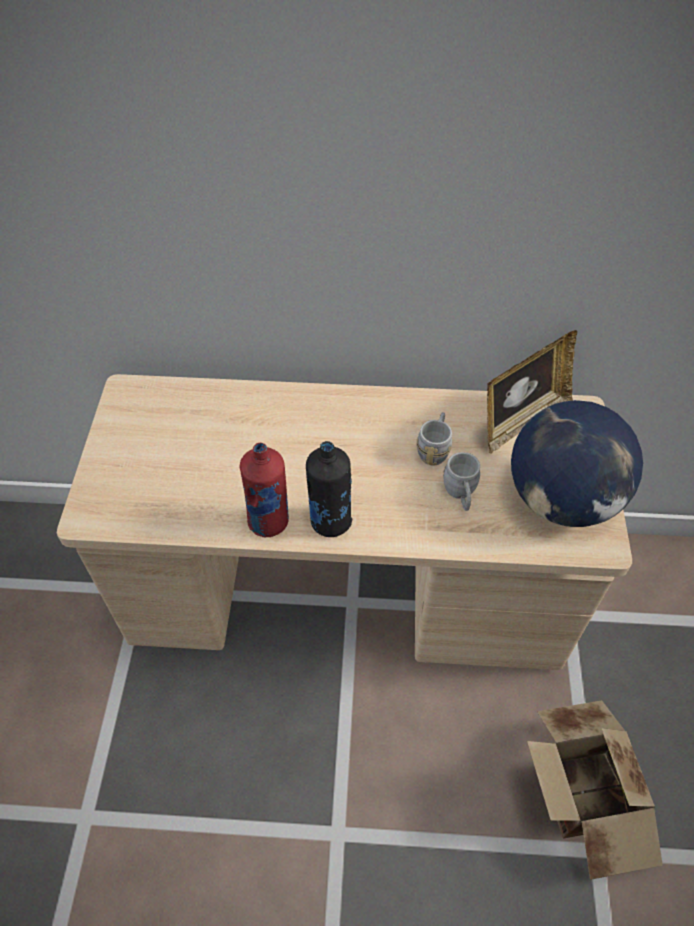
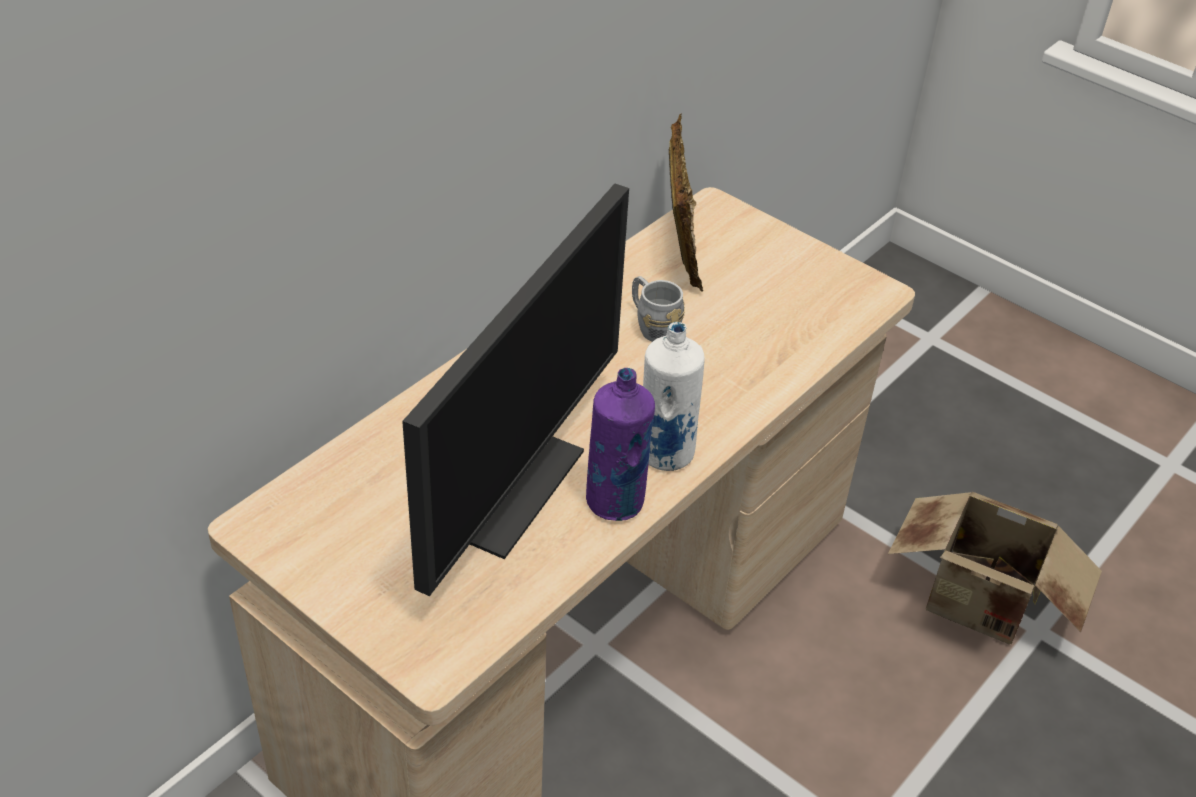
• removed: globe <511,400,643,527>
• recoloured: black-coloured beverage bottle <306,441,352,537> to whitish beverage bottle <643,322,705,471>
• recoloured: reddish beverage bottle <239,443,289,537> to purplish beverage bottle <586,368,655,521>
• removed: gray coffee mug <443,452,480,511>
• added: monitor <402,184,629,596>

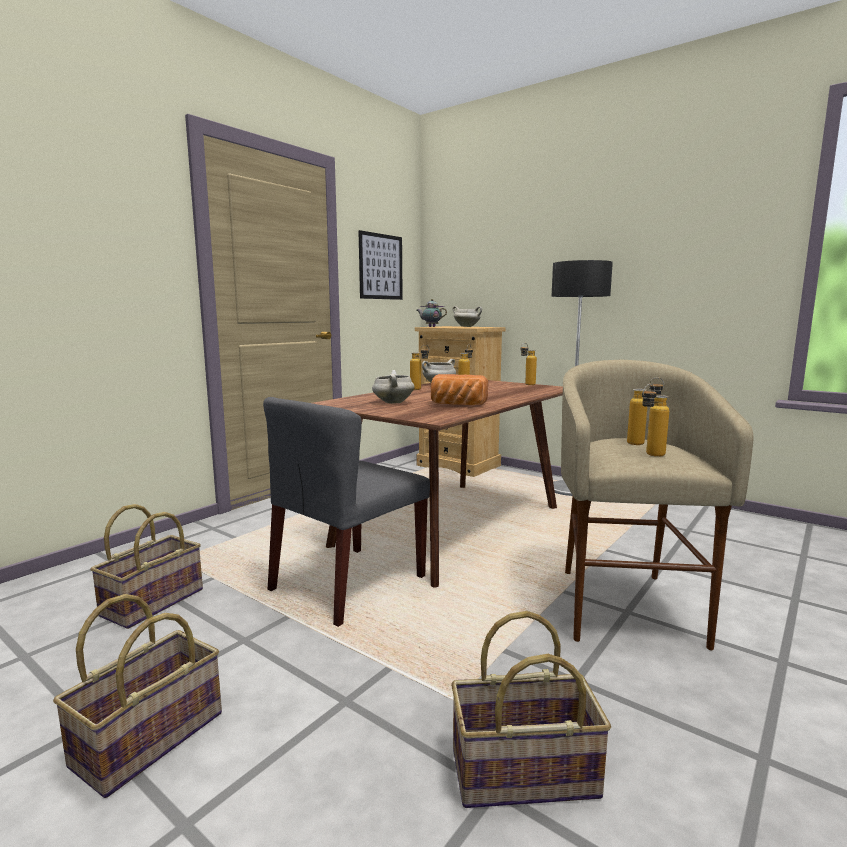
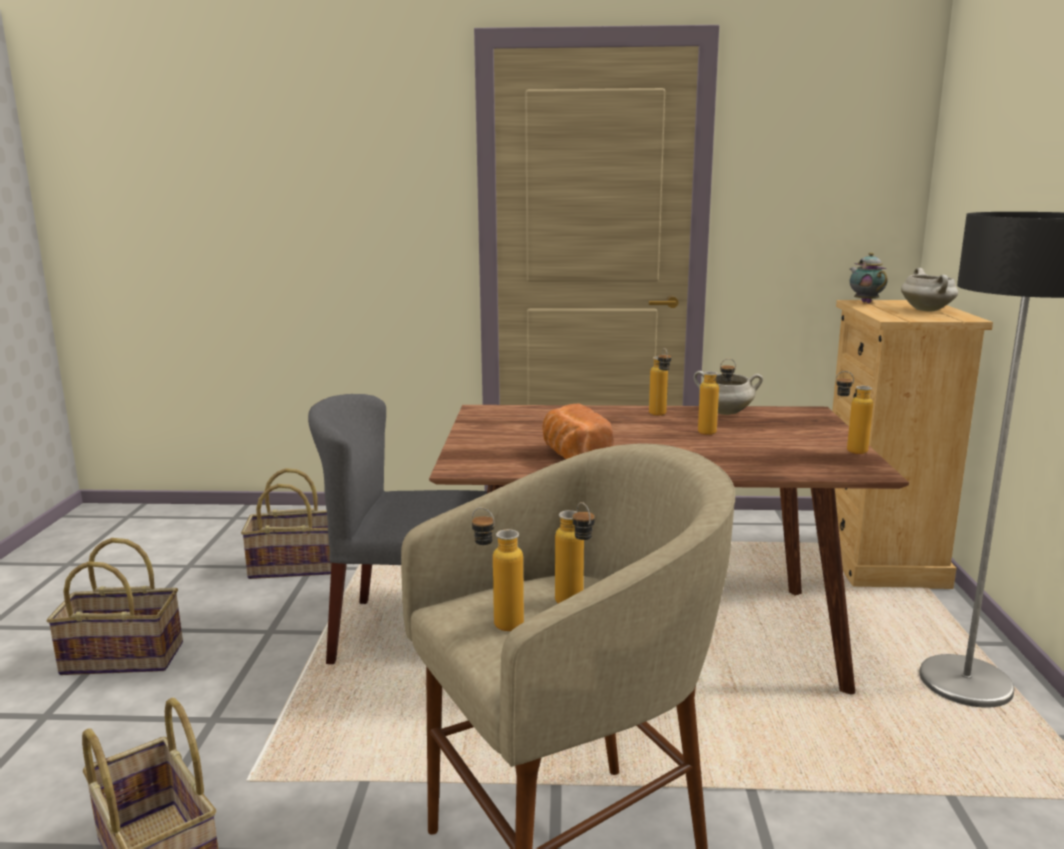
• removed: wall art <358,230,403,300>
• removed: whitish cooking pot <372,370,415,404>

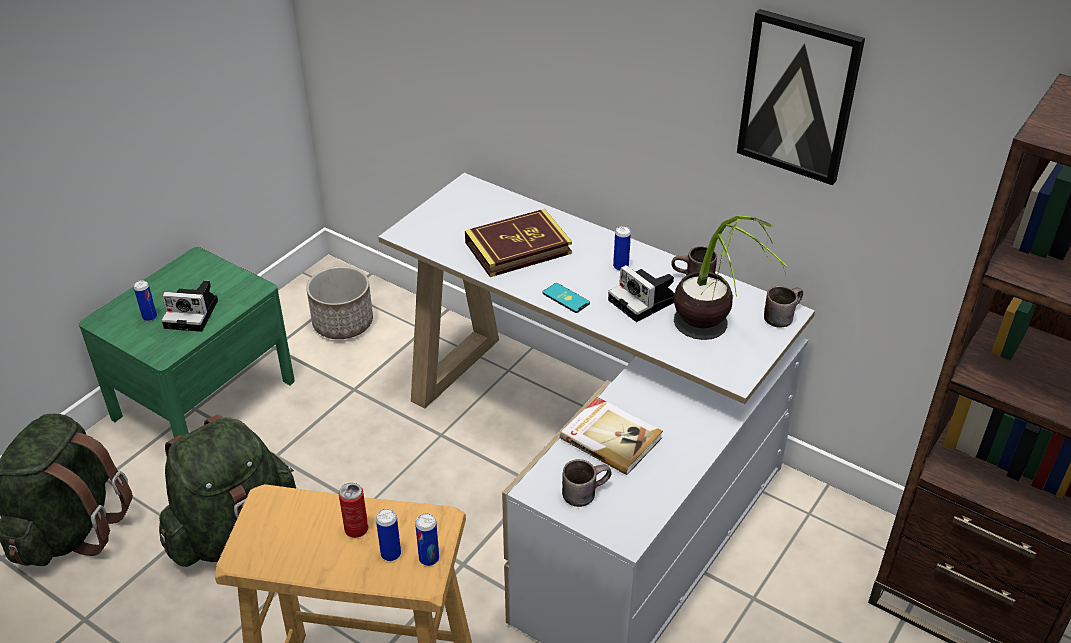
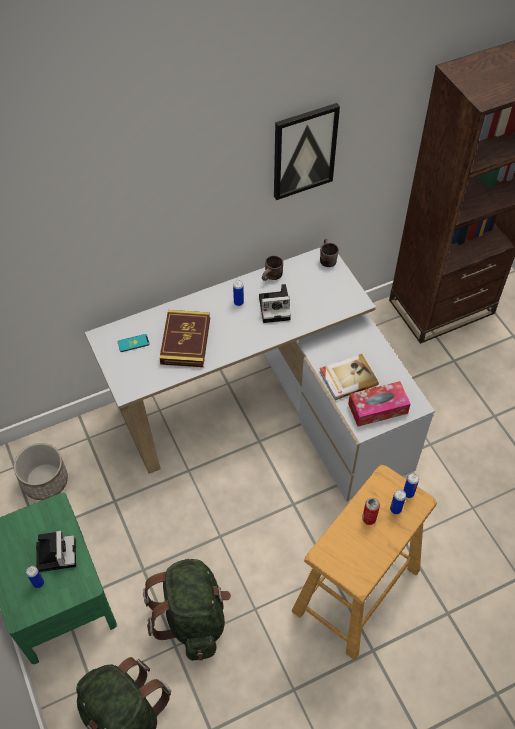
• removed: potted plant <674,215,787,340>
• turned: photo camera <161,281,218,332> = <36,530,76,572> 45 degrees counterclockwise
• moved: handset <543,283,590,313> to <118,334,150,352>
• replaced: brownish coffee mug <562,459,611,507> to box of tissues <348,381,411,427>

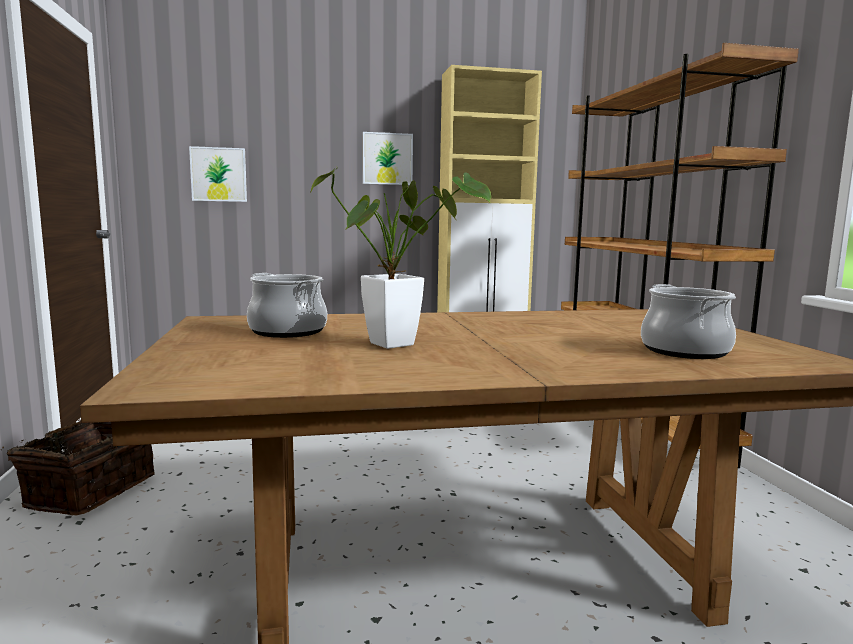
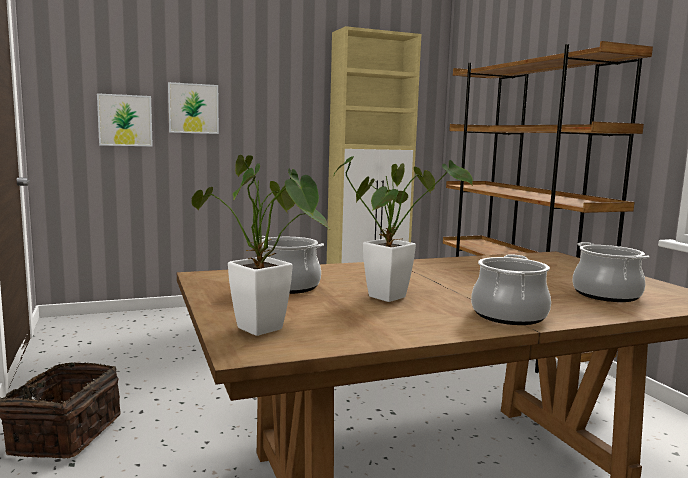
• moved: wall art <363,132,413,185> to <168,82,219,134>
• added: potted plant <192,155,329,336>
• added: cooking pot <471,254,551,325>

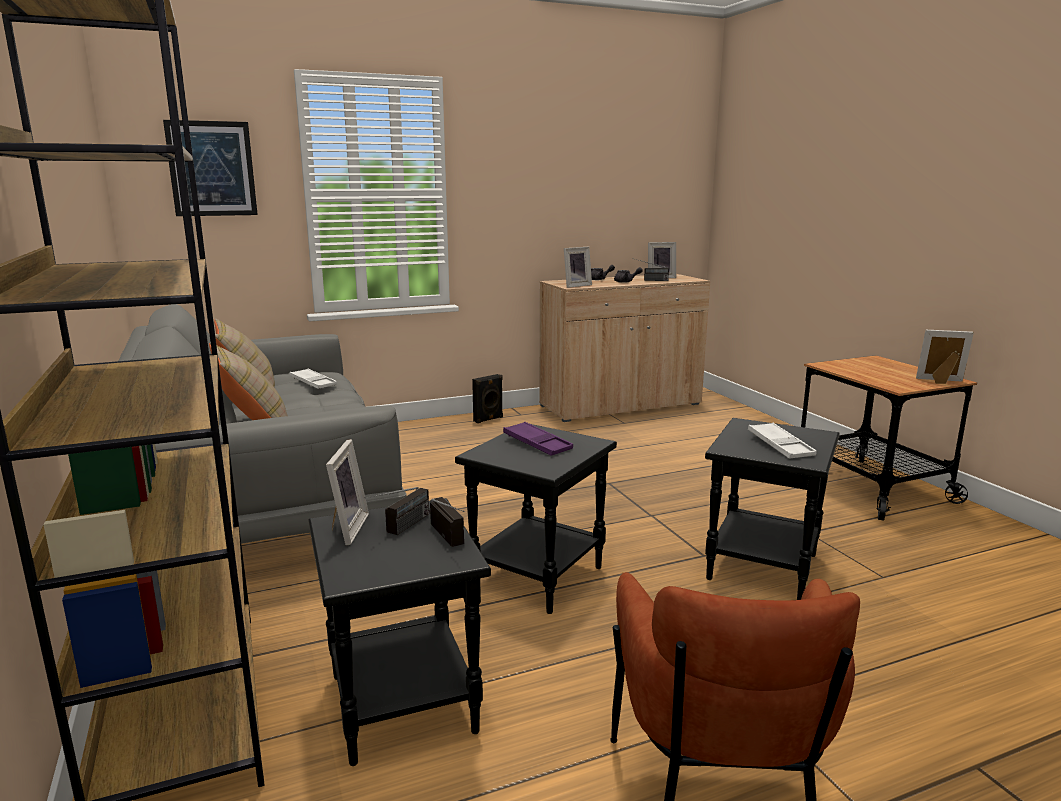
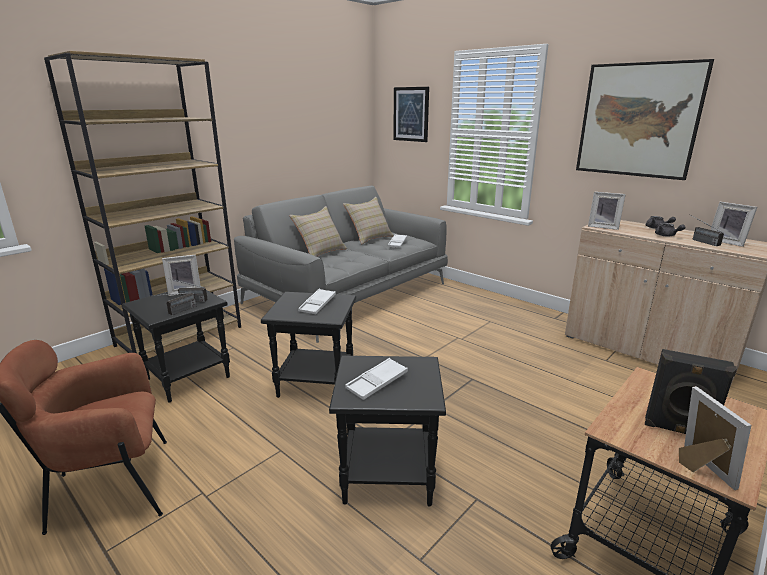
• moved: black-coloured audio speaker <472,374,503,423> to <645,349,737,434>
• recoloured: purplish tray <503,422,573,456> to whitish tray <298,289,336,314>
• added: wall art <576,59,714,180>

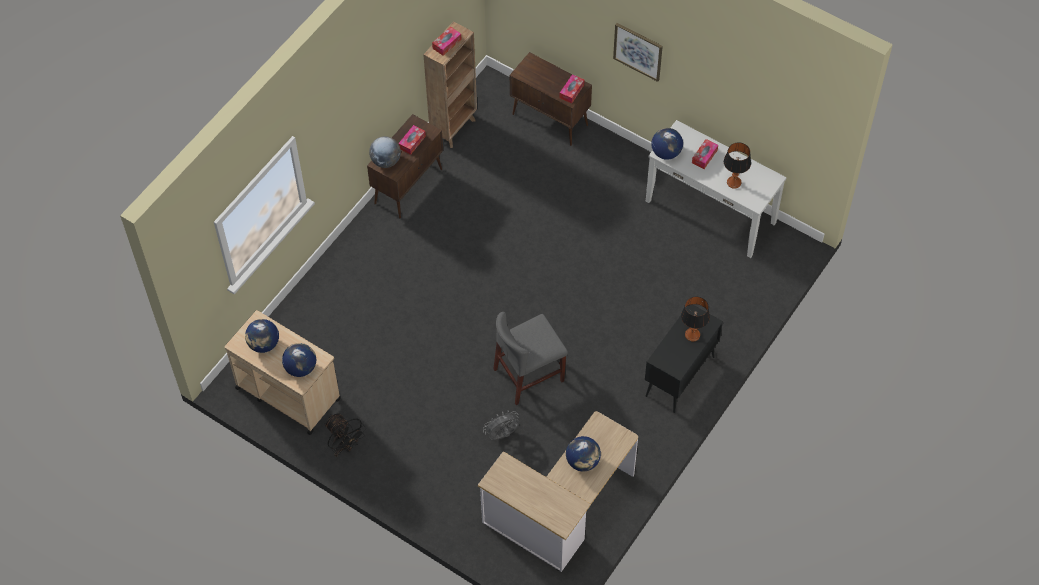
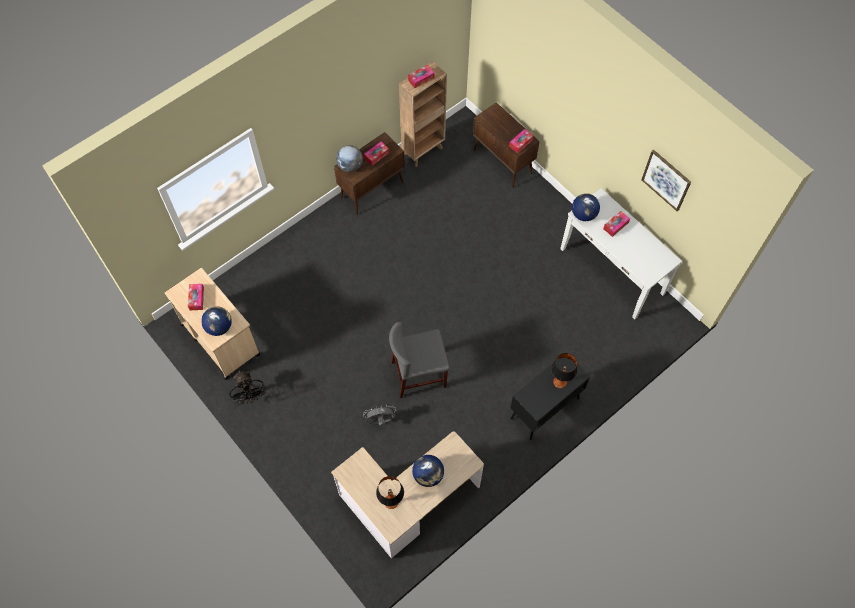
• moved: wall art <613,23,663,82> to <641,150,691,211>
• moved: table lamp <724,143,751,189> to <376,476,404,509>
• replaced: globe <245,319,279,353> to box of tissues <188,284,204,310>

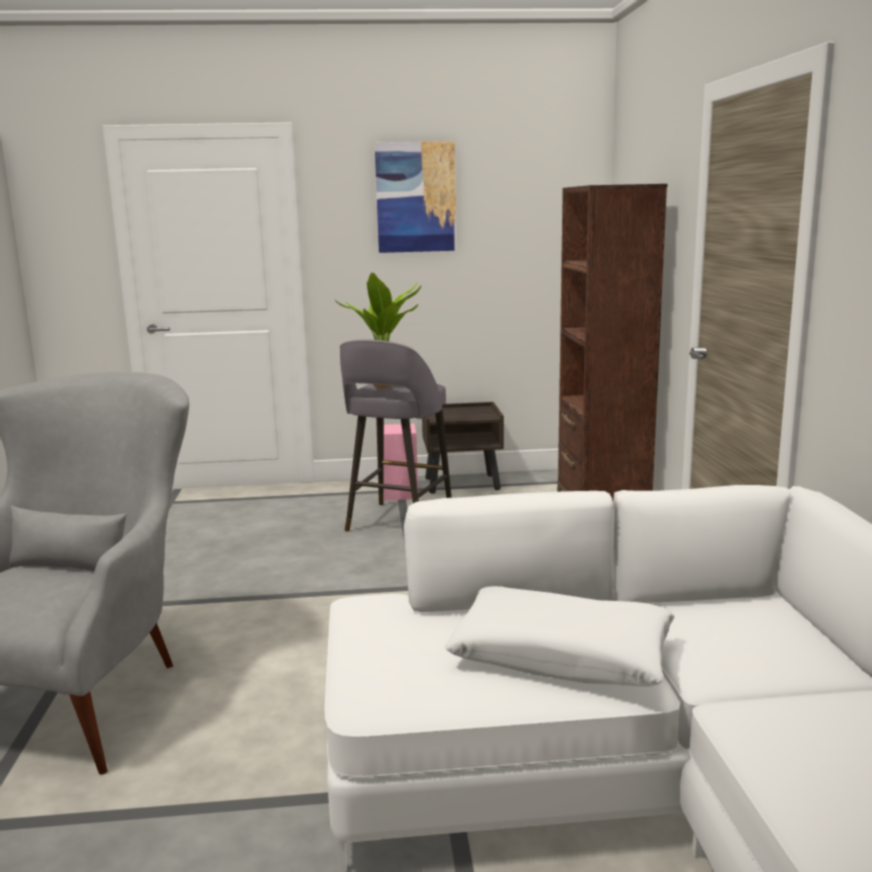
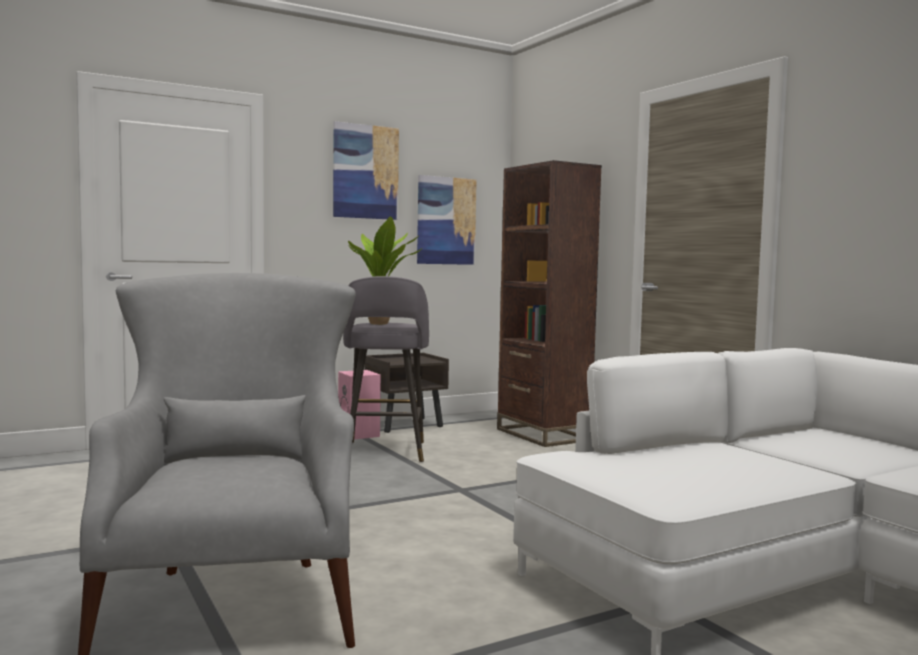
• removed: whitish throw pillow <445,586,675,687>
• added: wall art <417,175,477,265>

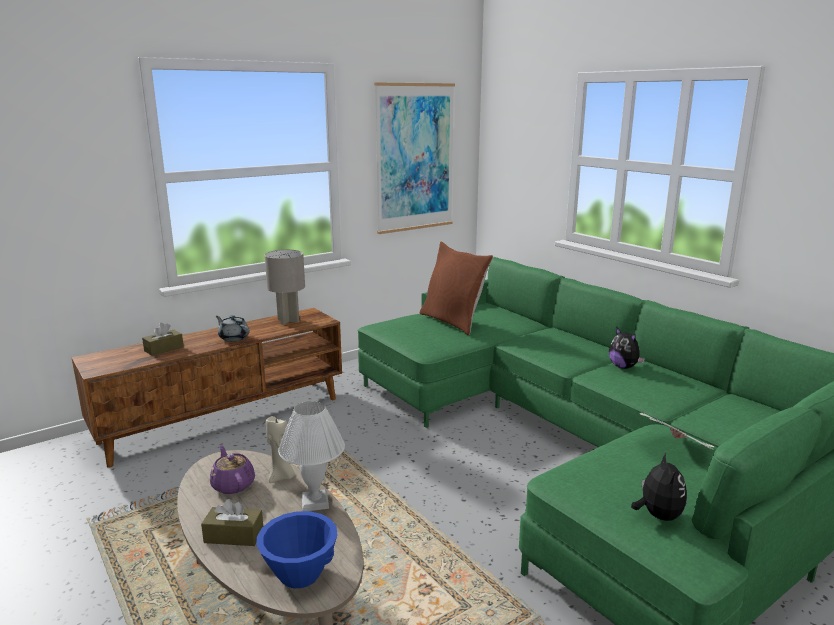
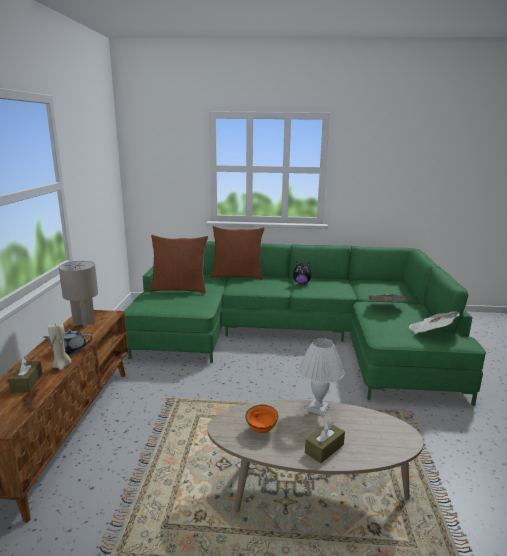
• removed: wall art <374,82,455,234>
• moved: beige-coloured candle <266,416,295,483> to <48,323,71,370>
• replaced: purplish teapot <210,445,255,494> to orangey bowl <245,404,278,433>
• replaced: cuddly toy <631,453,687,521> to printed paper <409,311,460,334>
• removed: bluish bowl <256,511,337,588>
• added: brownish throw pillow <210,226,265,280>

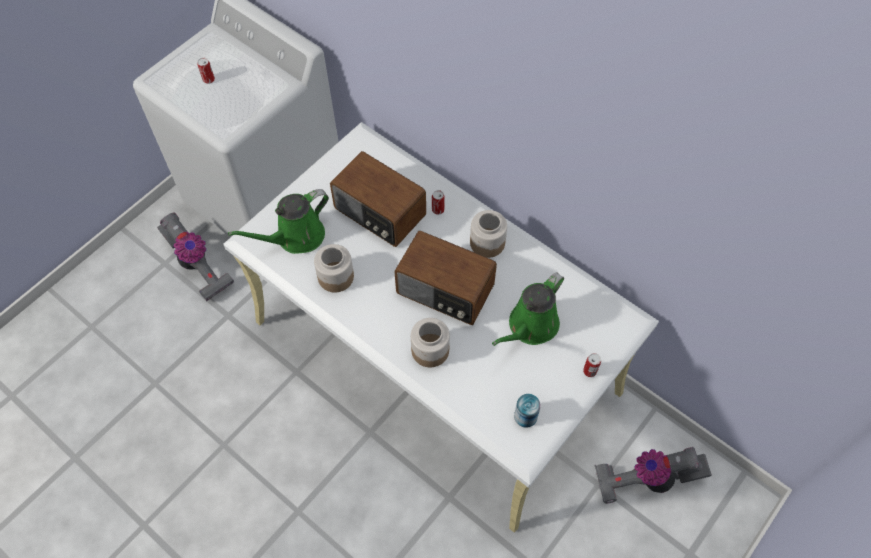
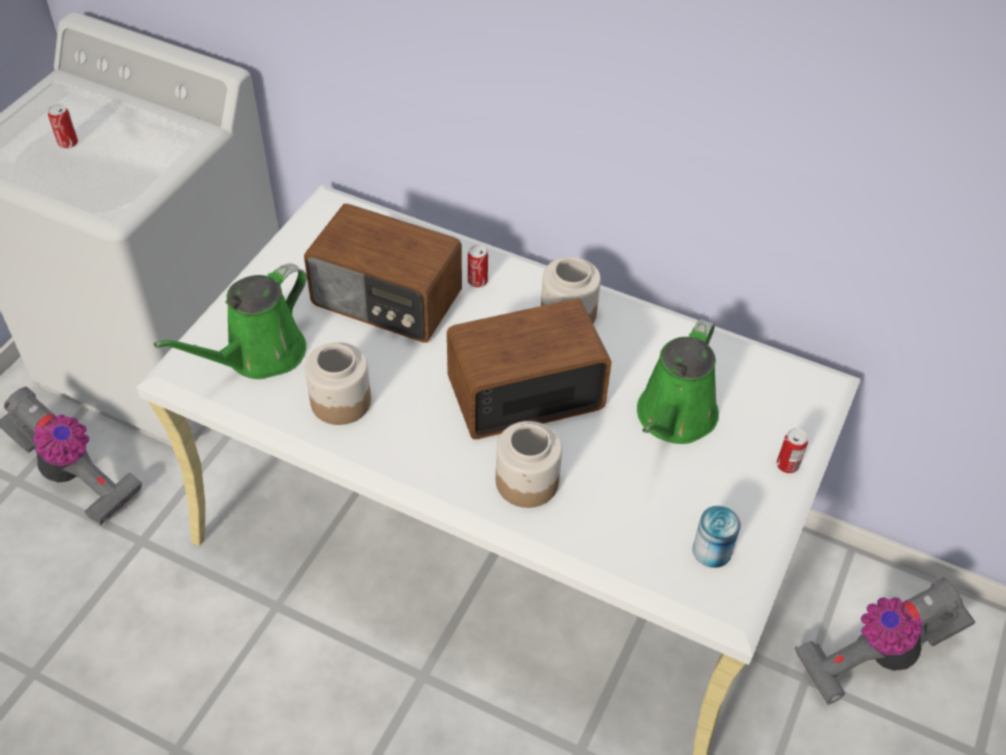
• turned: radio set <394,231,497,325> = <447,299,612,439> 150 degrees clockwise

